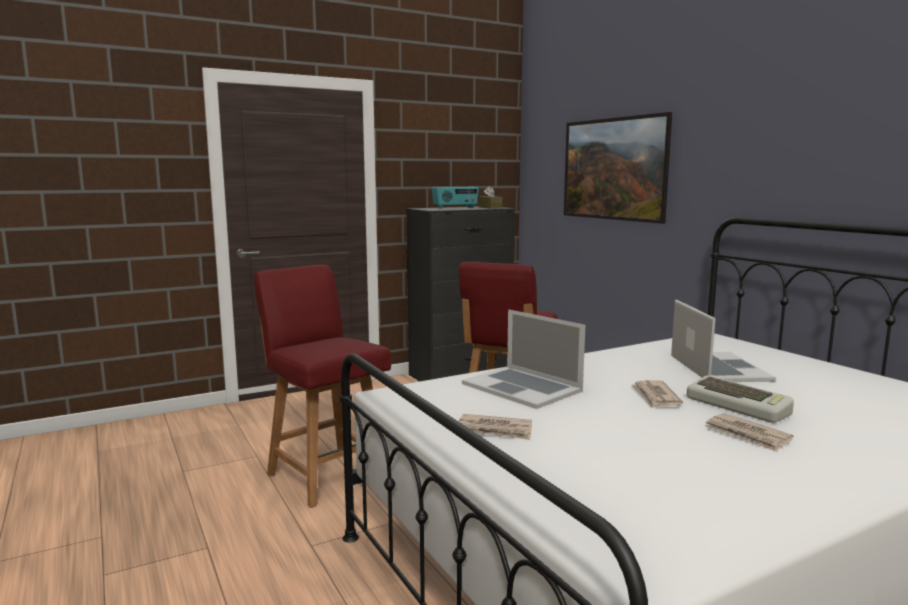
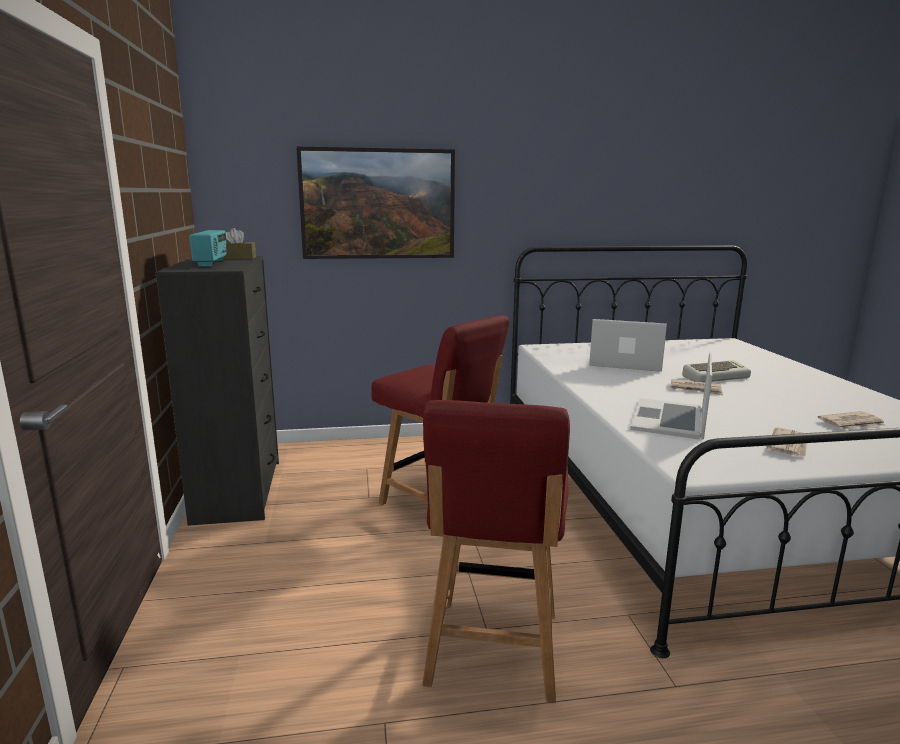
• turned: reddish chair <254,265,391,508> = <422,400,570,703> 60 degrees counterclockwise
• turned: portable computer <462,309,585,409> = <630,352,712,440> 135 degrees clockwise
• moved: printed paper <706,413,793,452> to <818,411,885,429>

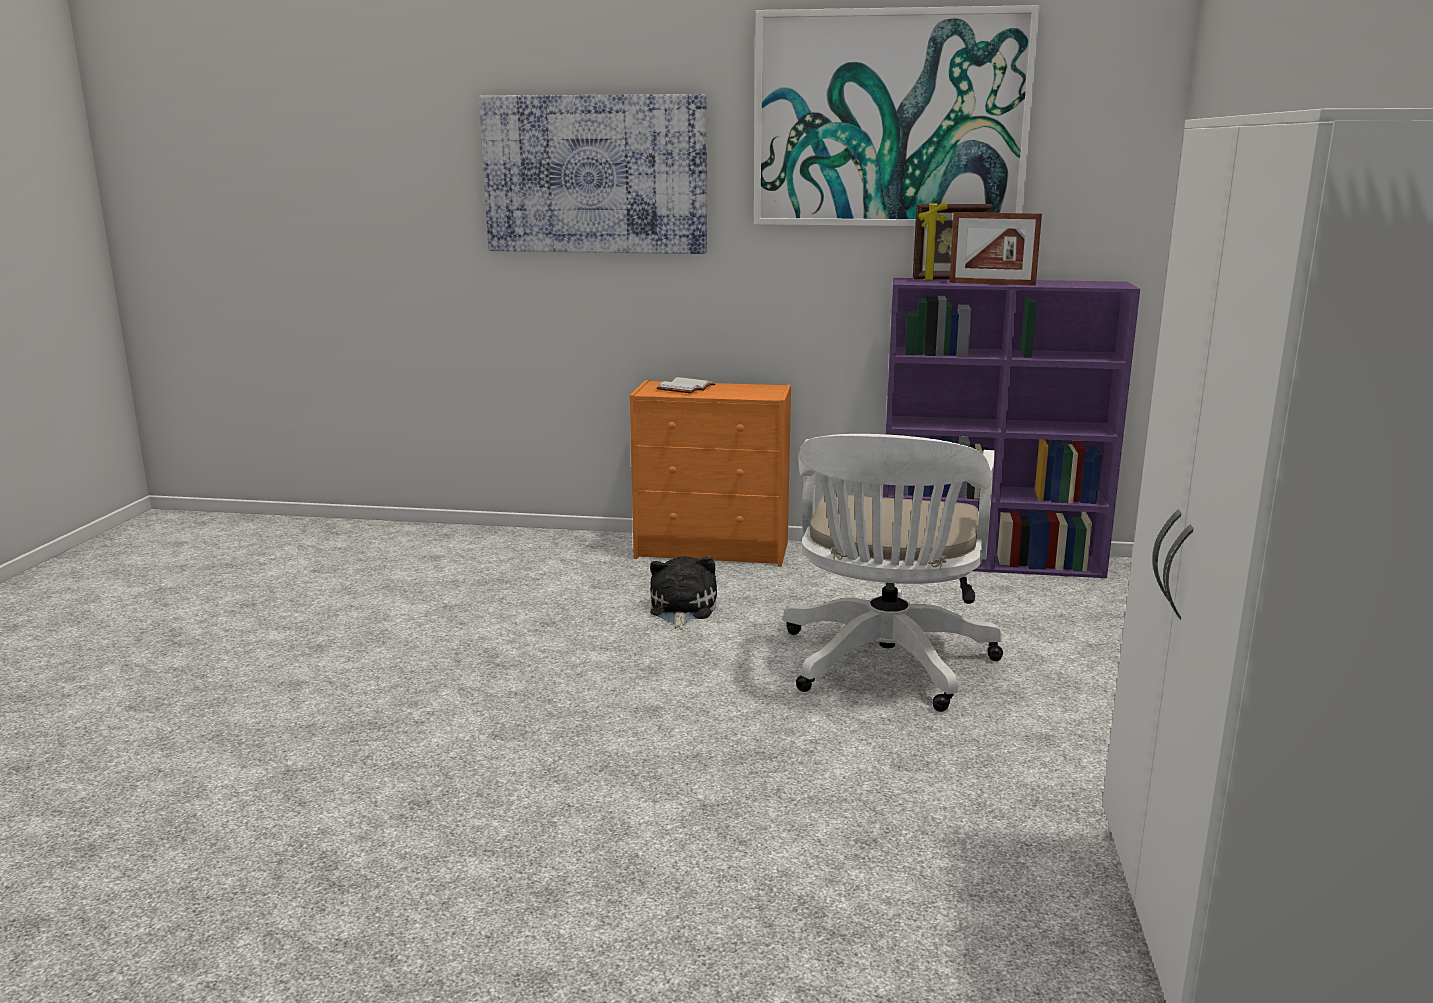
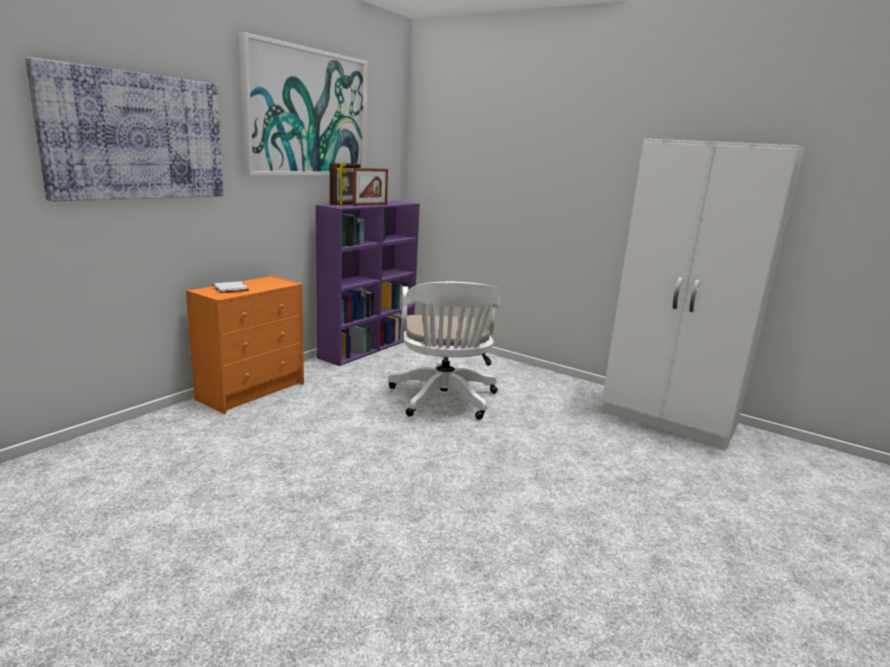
• turned: whitish computer chair <783,434,1003,712> = <388,282,501,420> 45 degrees clockwise
• removed: cuddly toy <650,556,717,630>

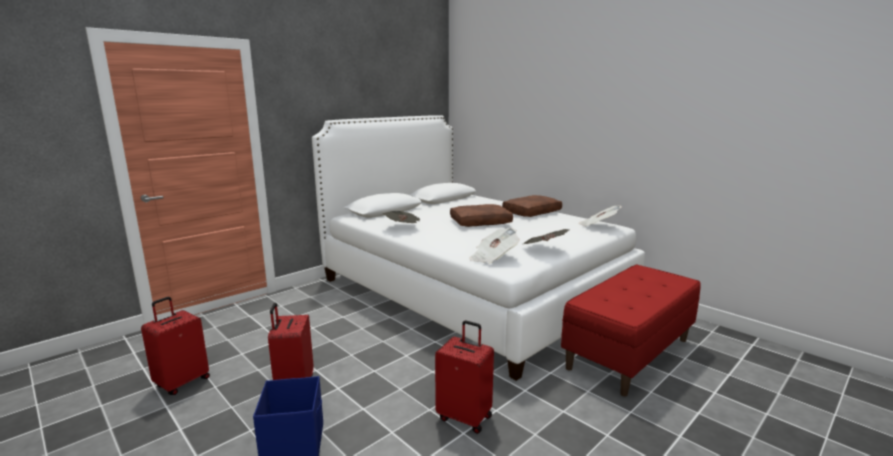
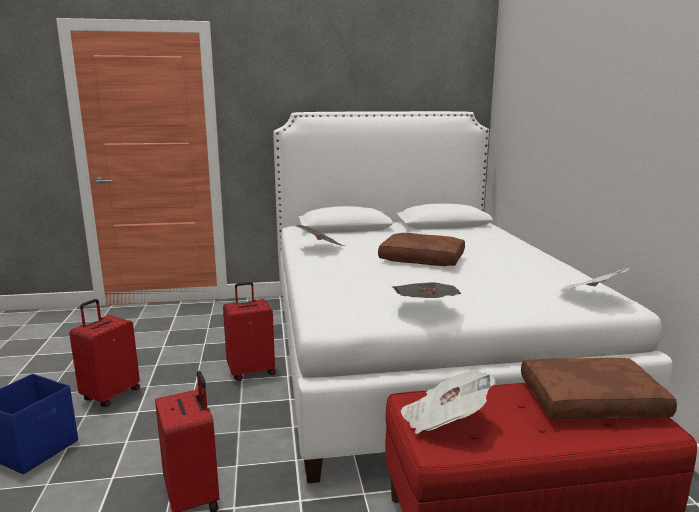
• moved: brownish throw pillow <502,195,562,217> to <521,358,677,420>
• moved: printed paper <469,228,519,264> to <400,369,495,434>
• moved: reddish suitcase <141,297,210,395> to <223,282,276,381>

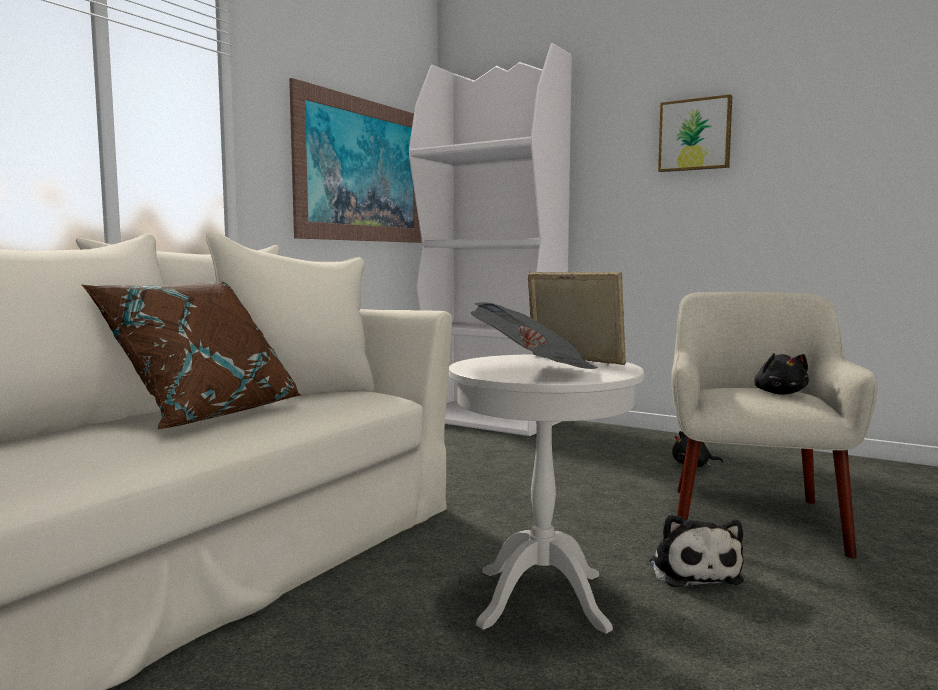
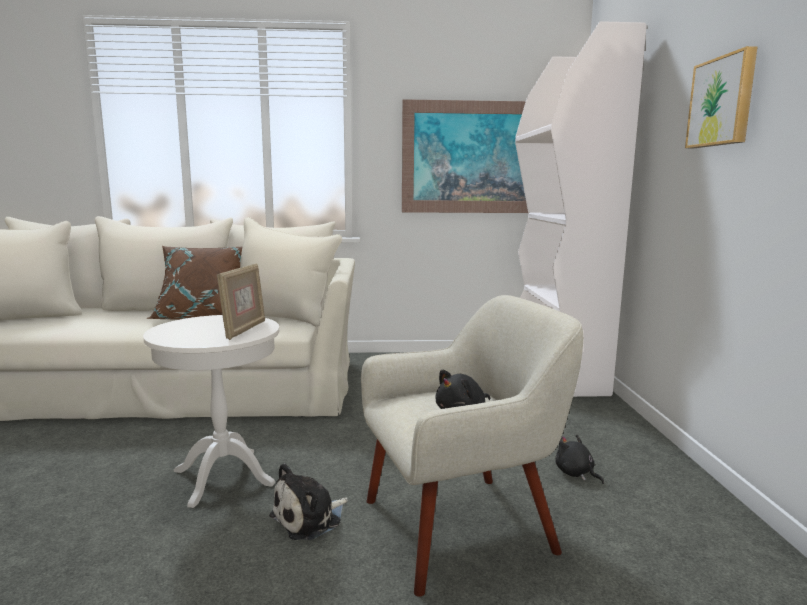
• removed: printed paper <471,302,598,369>

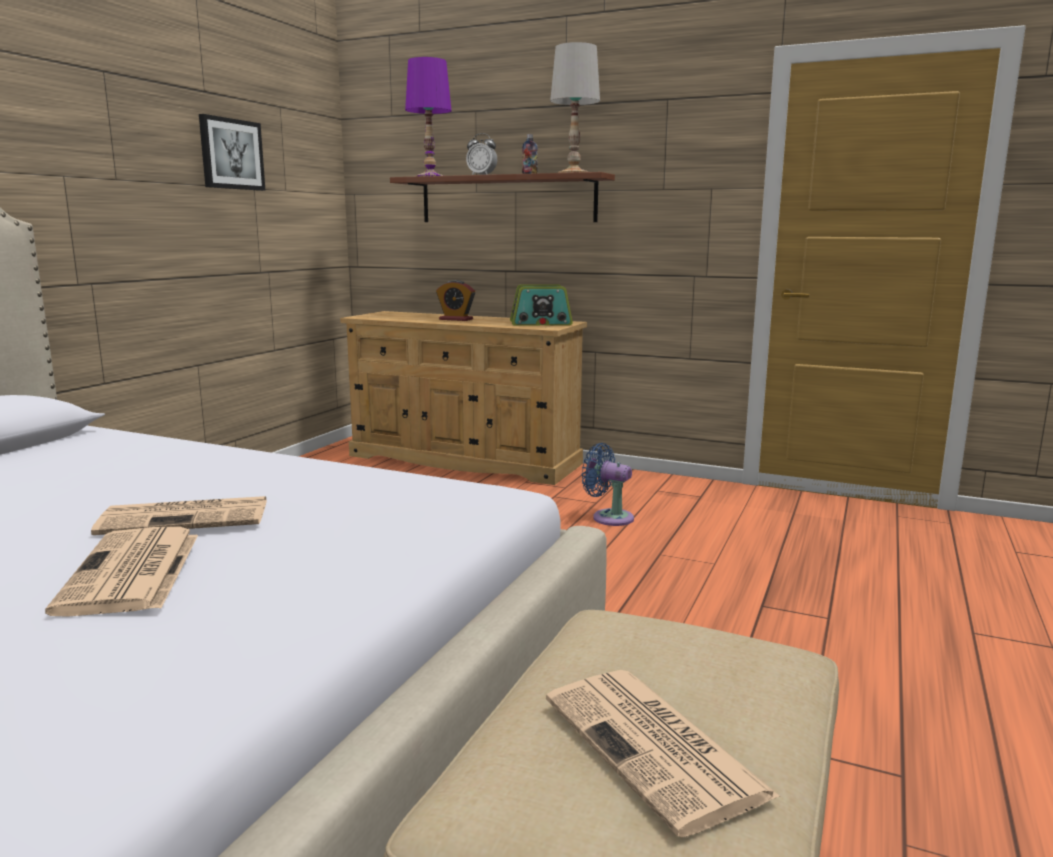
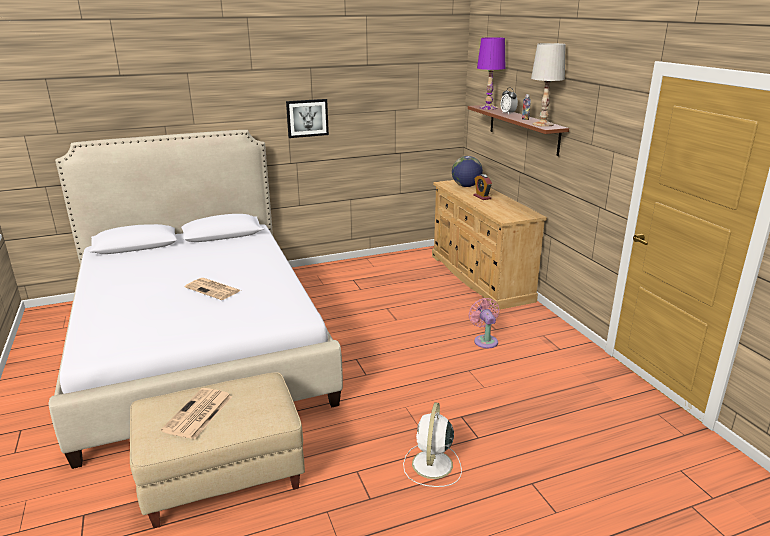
• moved: wall art <199,114,266,191> to <286,99,329,138>
• removed: radio set <510,284,573,326>
• recoloured: bluish cooling fan <582,443,634,526> to pink cooling fan <469,298,499,348>
• removed: printed paper <45,527,198,617>
• added: globe <452,156,483,187>
• added: whitish cooling fan <403,402,462,487>

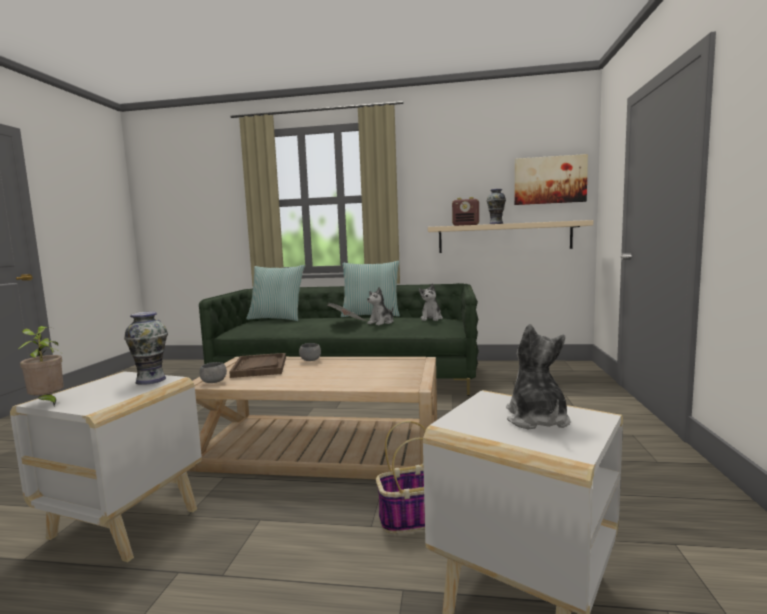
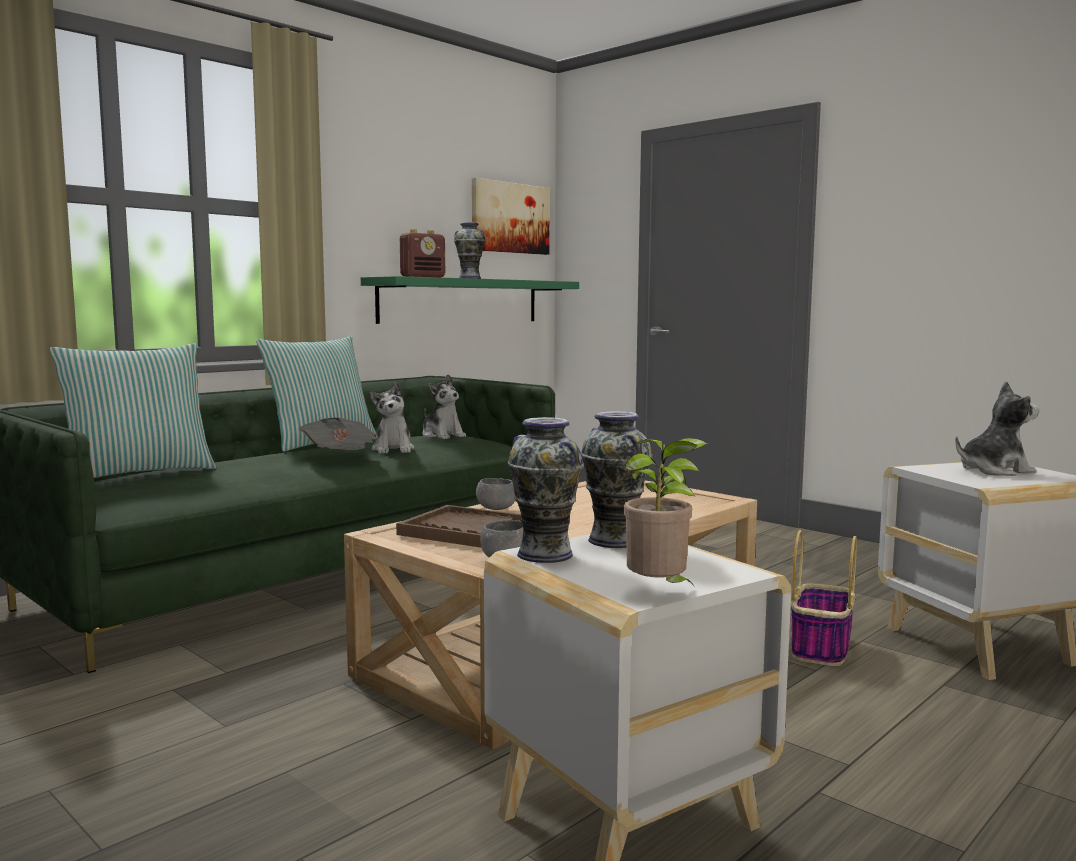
• recoloured: beige-coloured shelf <428,220,593,253> to greenish shelf <361,276,579,324>
• turned: cuddly toy <506,324,570,429> = <955,381,1039,476> 135 degrees clockwise
• added: decorative vase <507,417,584,563>

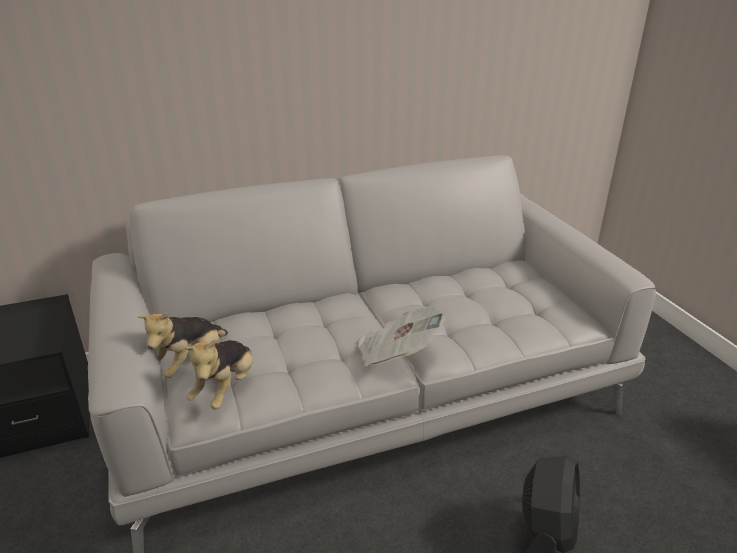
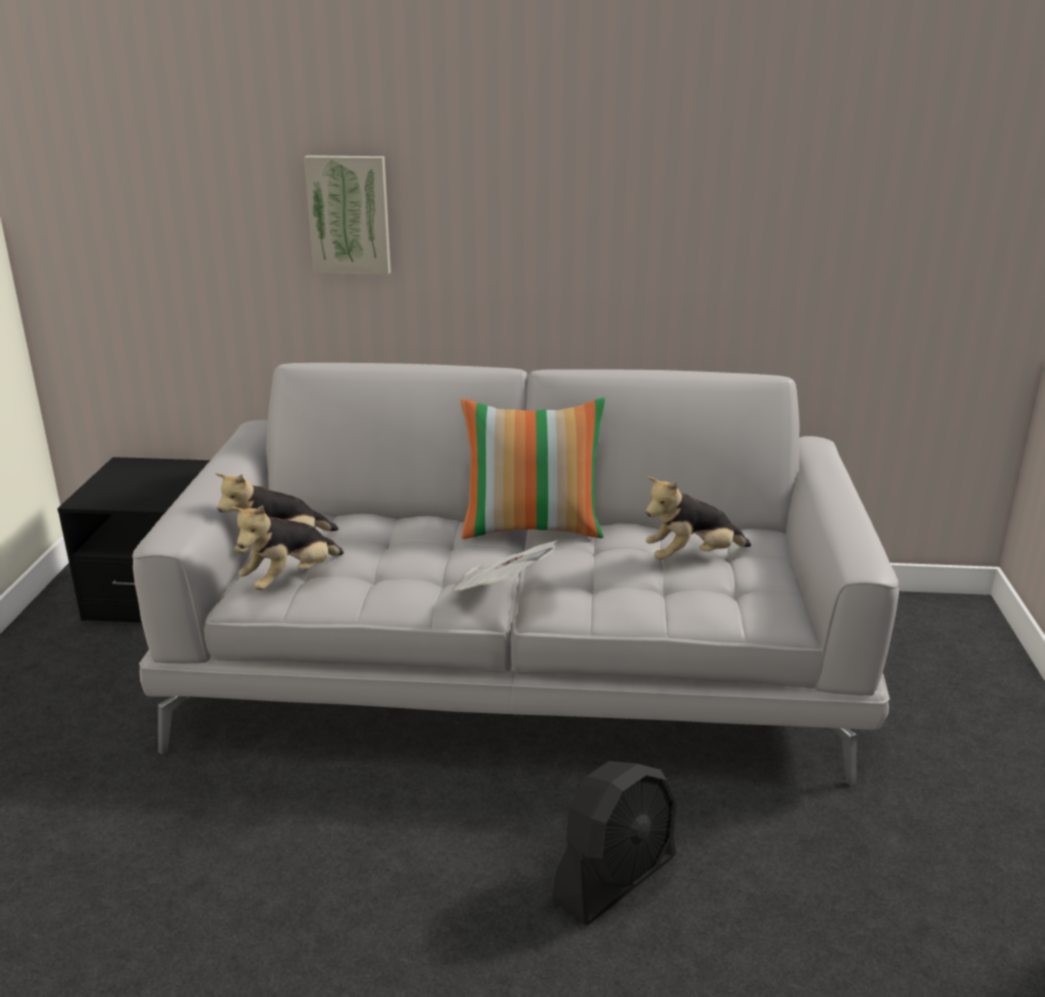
• added: wall art <304,155,391,275>
• added: throw pillow <460,398,605,539>
• added: cuddly toy <646,477,751,560>

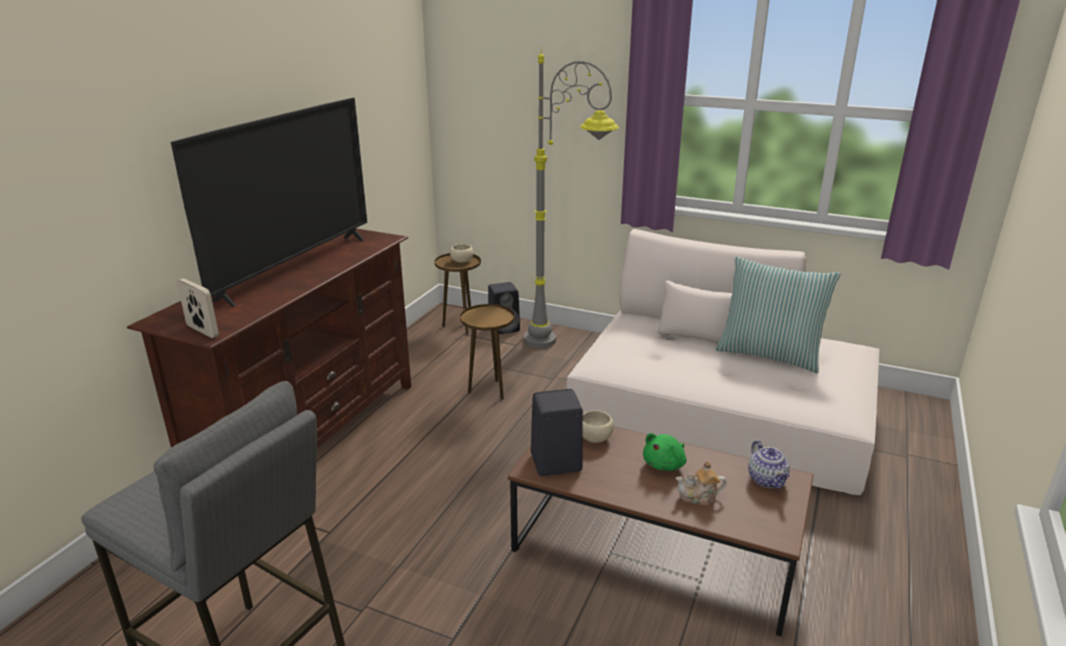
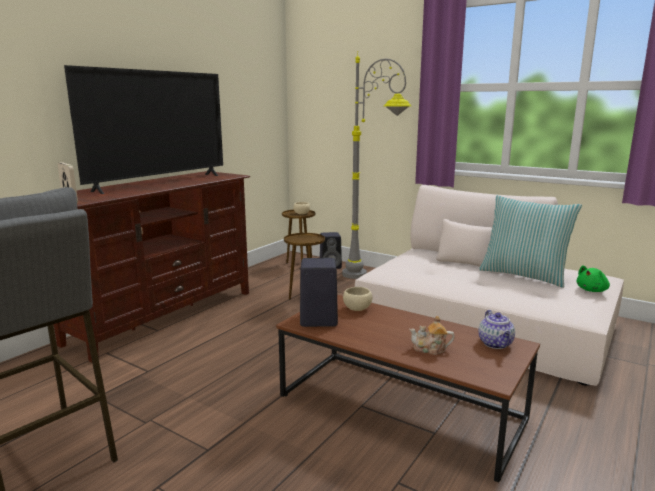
• moved: greenish cuddly toy <643,433,686,471> to <576,266,610,292>

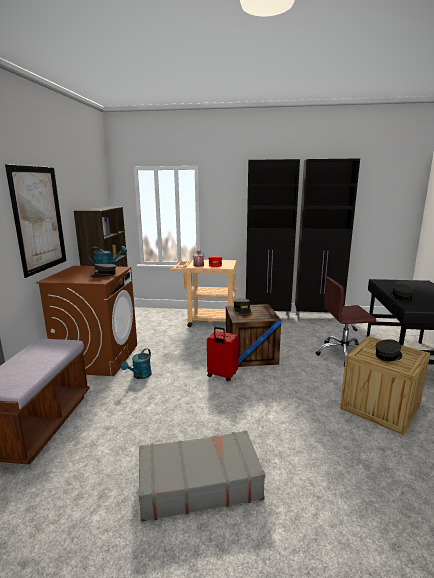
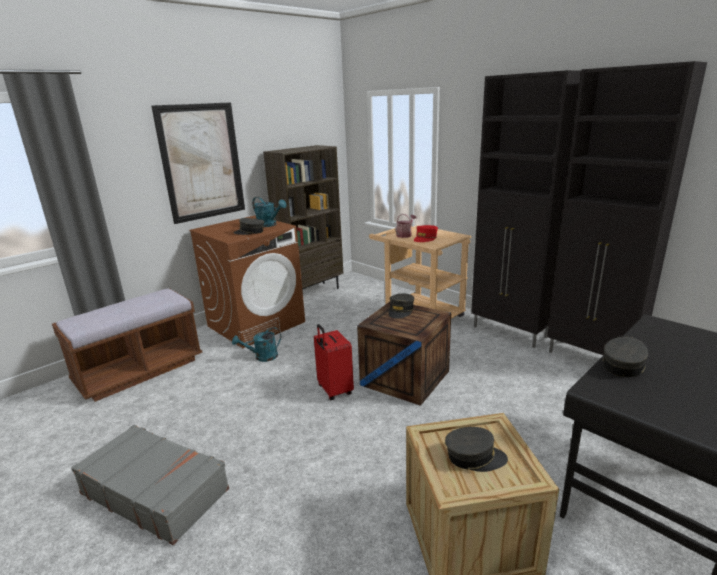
• removed: brownish computer chair <316,277,376,367>

